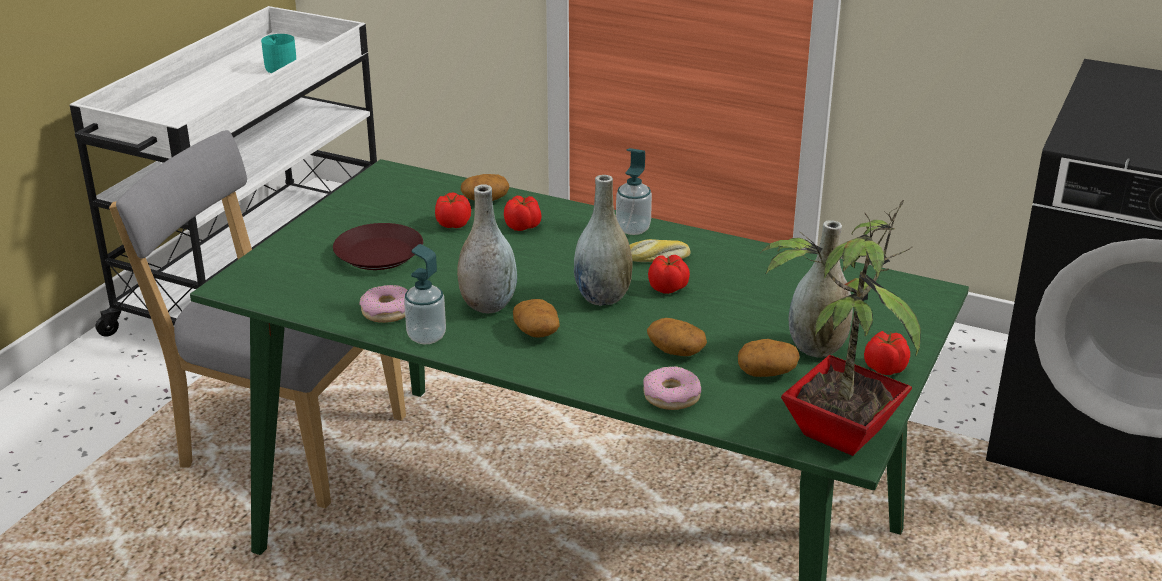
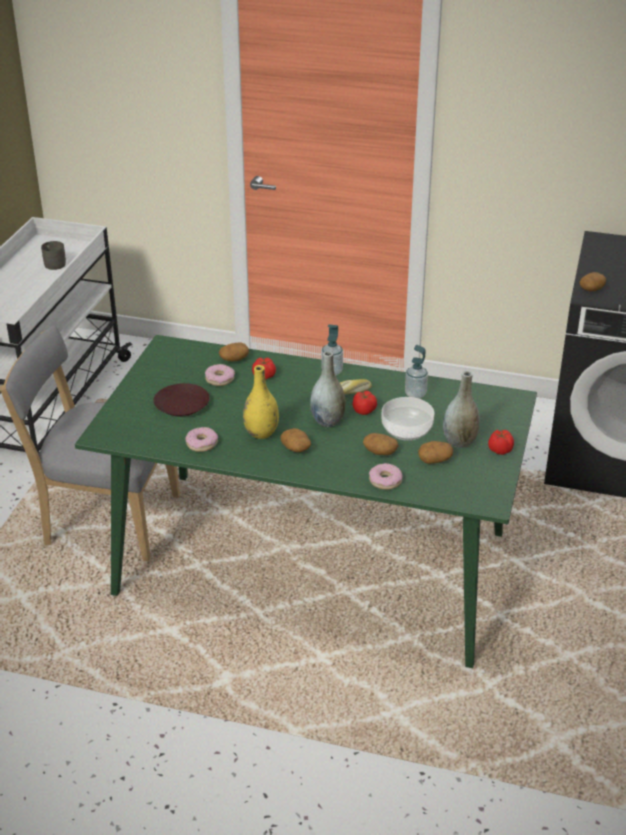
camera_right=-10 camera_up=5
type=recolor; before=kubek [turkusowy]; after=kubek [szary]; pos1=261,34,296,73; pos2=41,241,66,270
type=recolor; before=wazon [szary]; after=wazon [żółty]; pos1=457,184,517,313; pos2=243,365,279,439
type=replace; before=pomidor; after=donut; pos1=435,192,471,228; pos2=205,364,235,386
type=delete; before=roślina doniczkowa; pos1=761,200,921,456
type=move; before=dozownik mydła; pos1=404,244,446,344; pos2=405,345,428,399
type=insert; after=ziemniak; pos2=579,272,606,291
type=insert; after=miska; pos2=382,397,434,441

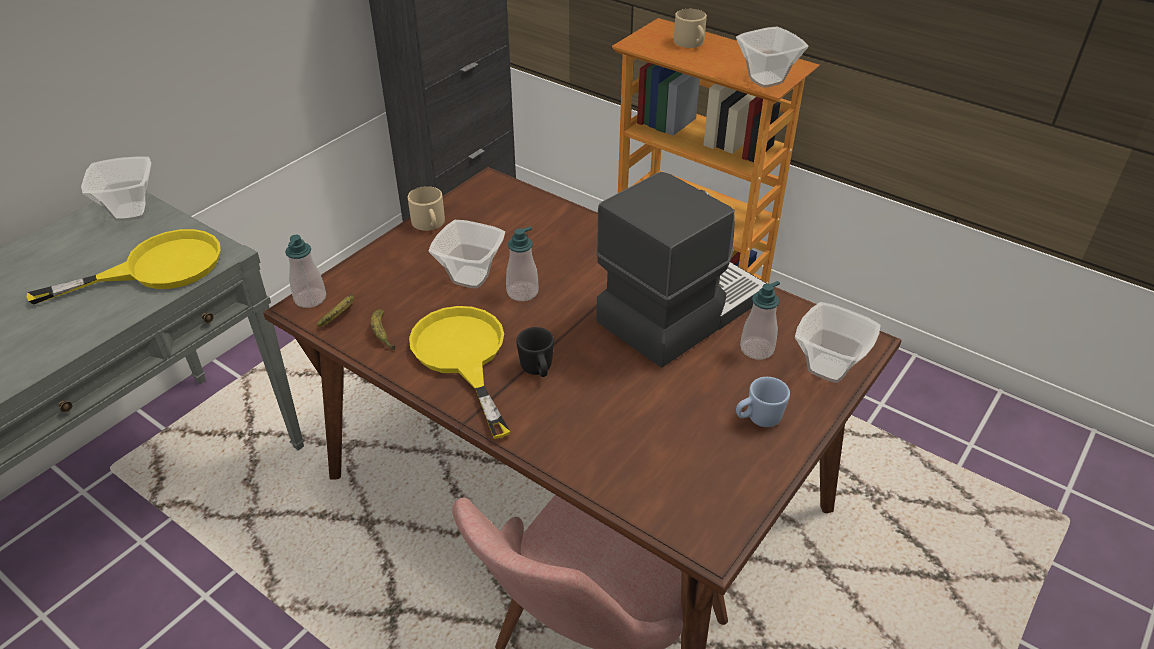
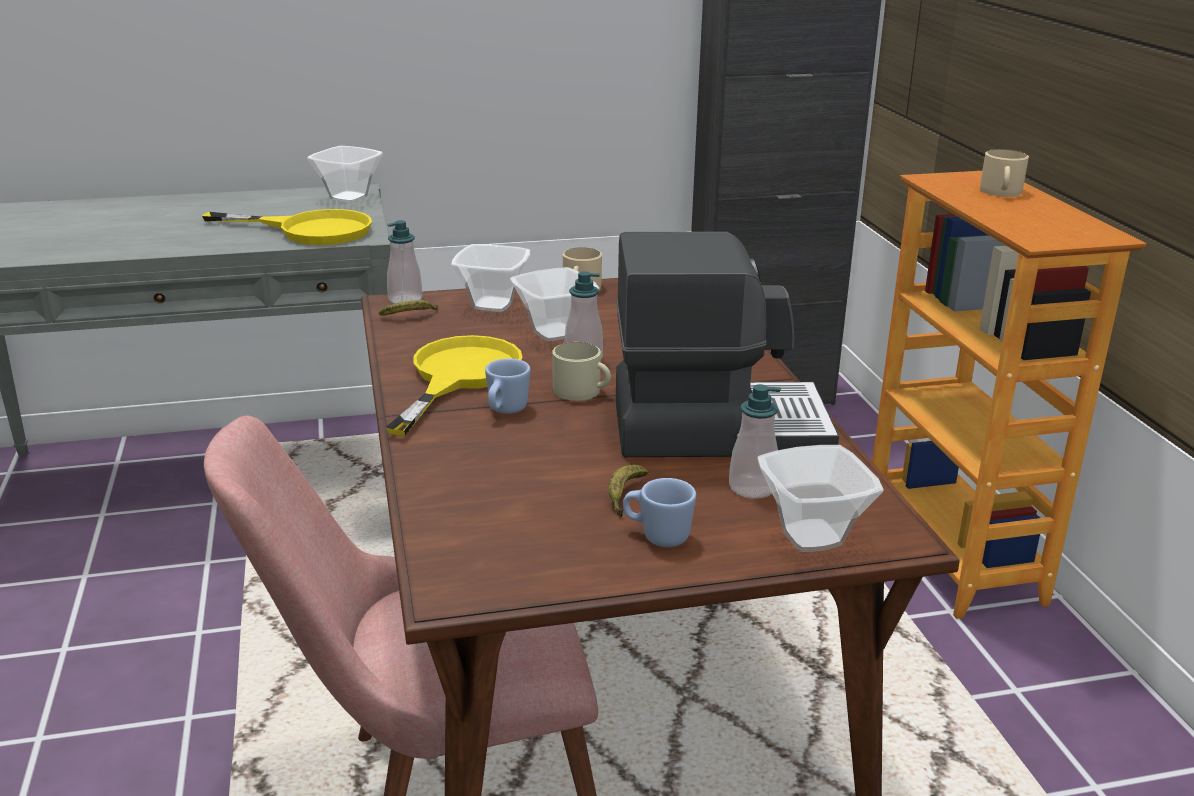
camera_right=40 camera_up=-15
type=move; before=miska; pos1=736,27,808,88; pos2=451,244,530,312
type=move; before=banan; pos1=371,309,395,350; pos2=609,465,648,518
type=recolor; before=kubek [czarny]; after=kubek [niebieski]; pos1=516,327,554,377; pos2=485,359,530,414
type=insert; after=kubek [beżowy]; pos2=552,342,611,401

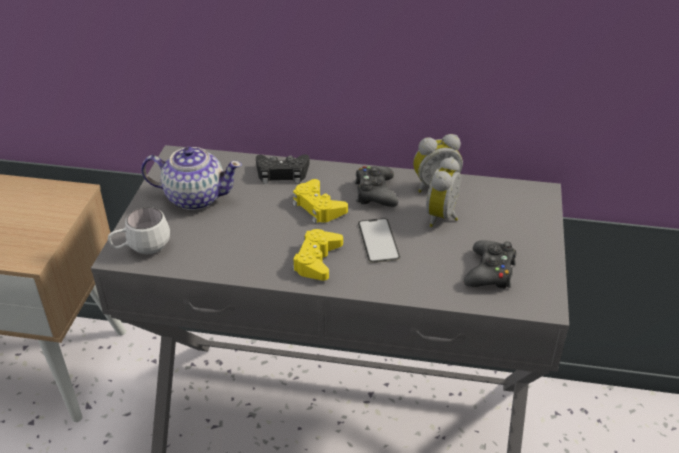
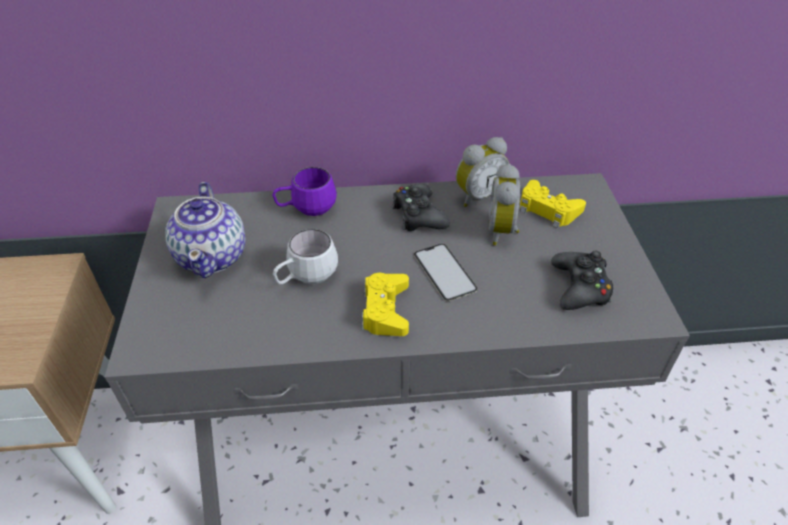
camera_right=-15 camera_up=5
type=rotate; before=imbryk; pos1=141,147,242,210; pos2=166,182,246,278; turn=90
type=replace; before=pad do gier [czarny]; after=kubek [fioletowy]; pos1=256,155,310,184; pos2=272,167,337,216
type=move; before=pad do gier [żółty]; pos1=293,179,348,224; pos2=520,180,586,228
type=move; before=kubek [biały]; pos1=108,207,170,254; pos2=273,229,338,284

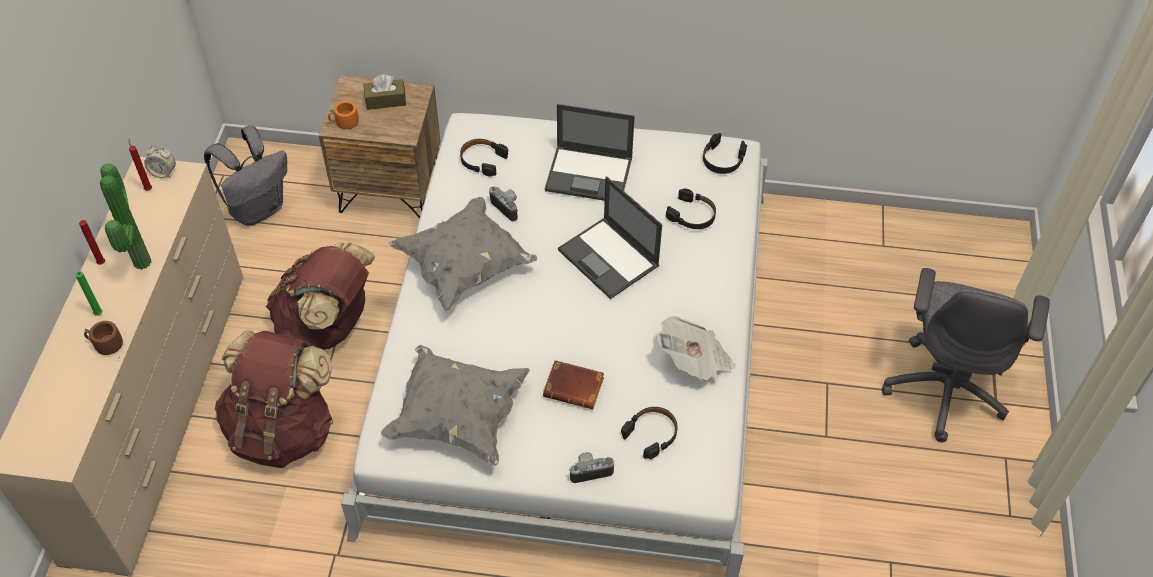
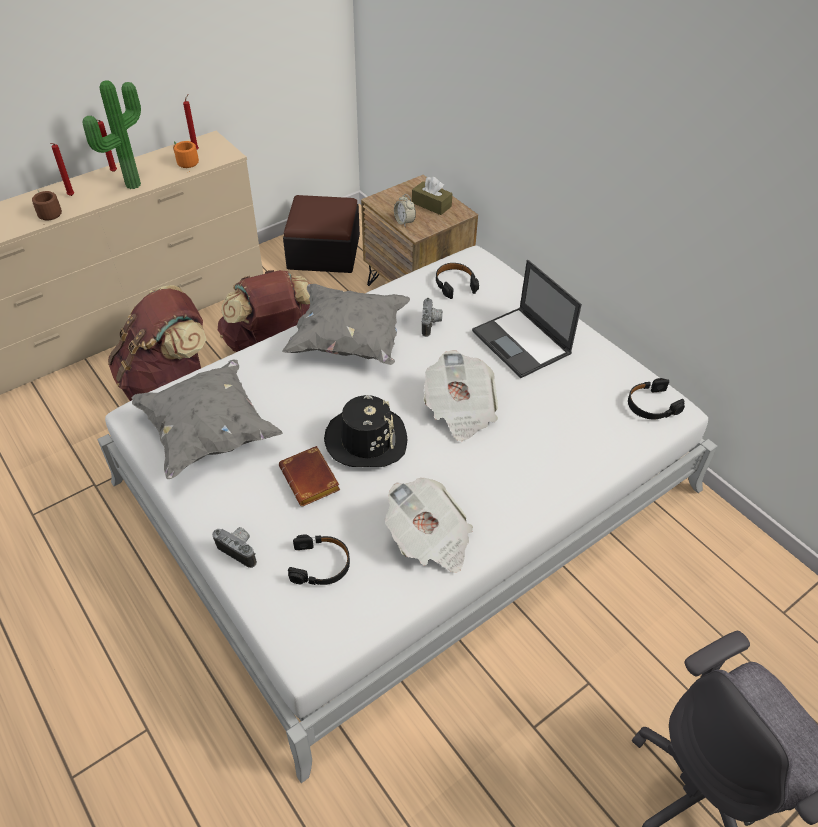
camera_right=45 camera_up=-5
type=move; before=kubek [pomarańczowy]; pos1=328,101,359,129; pos2=173,141,199,168
type=replace; before=plecak [szary]; after=pufa; pos1=204,126,287,226; pos2=283,195,360,273
type=move; before=budzik; pos1=144,145,176,178; pos2=394,194,416,226
type=replace; before=laptop; after=gazeta; pos1=558,176,662,299; pos2=423,350,498,441
type=delete; before=słuchawki [czarny]; pos1=666,188,716,229
type=recolor; before=świeca [zielony]; after=świeca [czerwony]; pos1=75,272,103,316; pos2=50,143,75,196
type=insert; after=kapelusz [czarny]; pos2=324,395,407,467

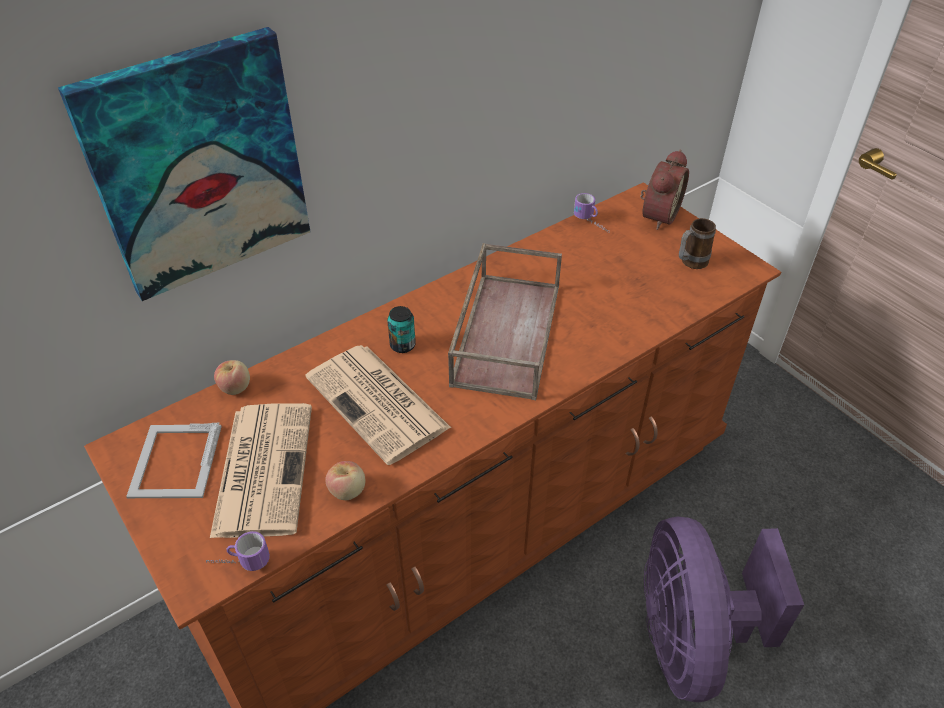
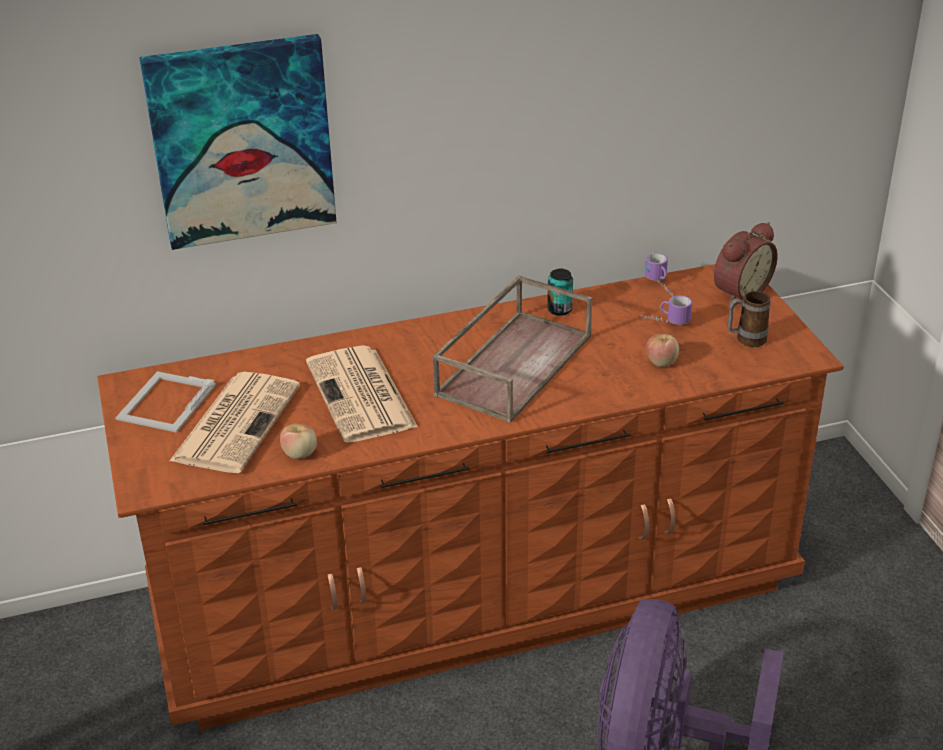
camera_right=20 camera_up=-10
type=move; before=puszka; pos1=387,306,416,353; pos2=547,269,573,316
type=move; before=jabłko; pos1=214,360,250,395; pos2=646,334,679,367
type=move; before=kubek; pos1=206,531,270,571; pos2=642,295,692,325

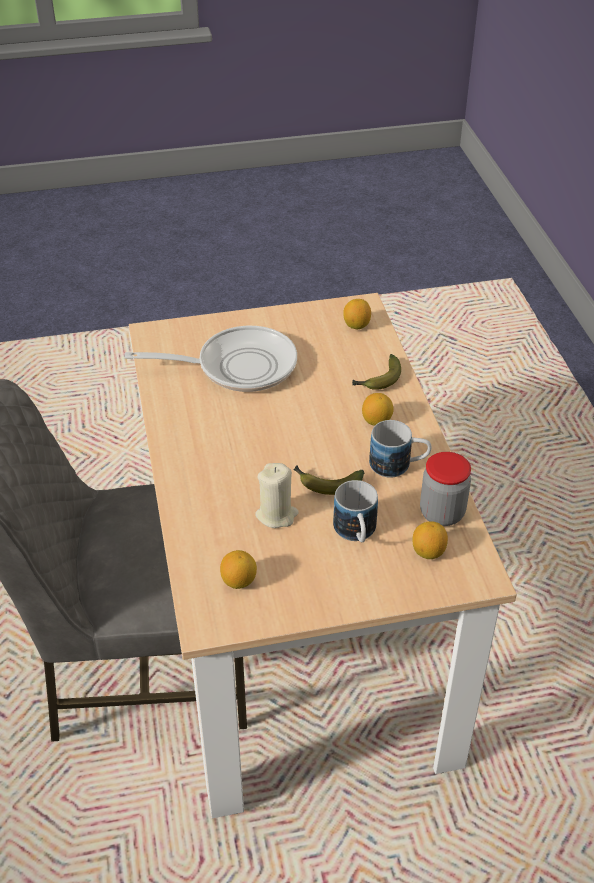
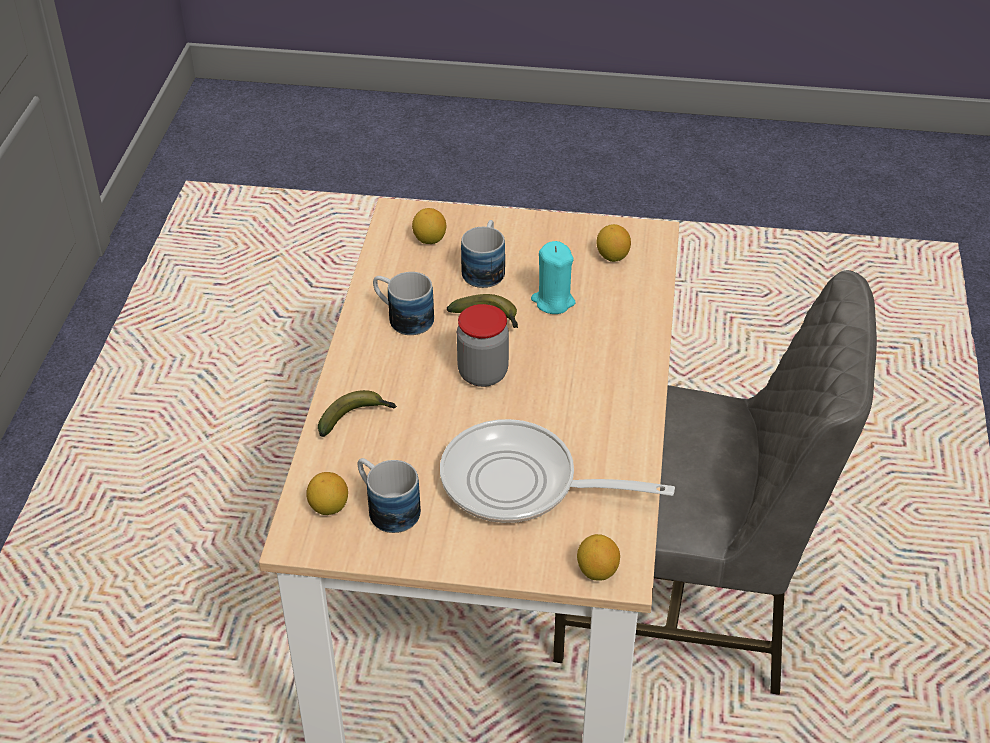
camera_right=-160 camera_up=0
type=move; before=cytryna; pos1=362,393,394,426; pos2=577,534,620,581
type=move; before=słoik; pos1=420,452,471,526; pos2=457,304,509,387
type=recolor; before=świeca [beżowy]; after=świeca [turkusowy]; pos1=255,463,299,528; pos2=531,241,576,314
type=insert; after=kubek; pos2=358,458,421,533

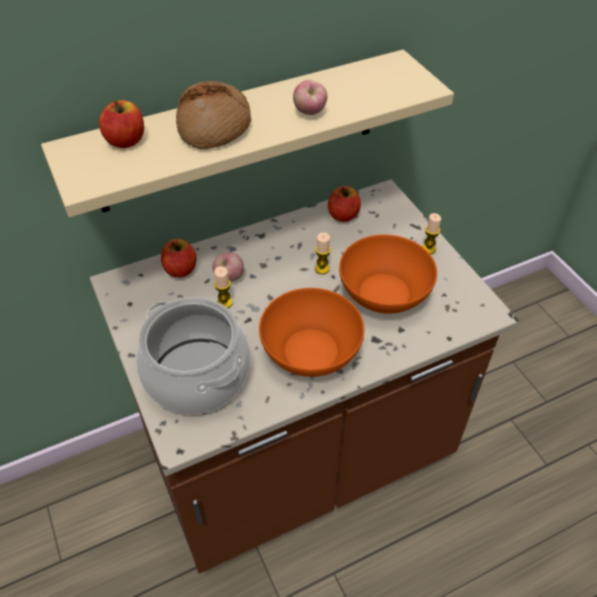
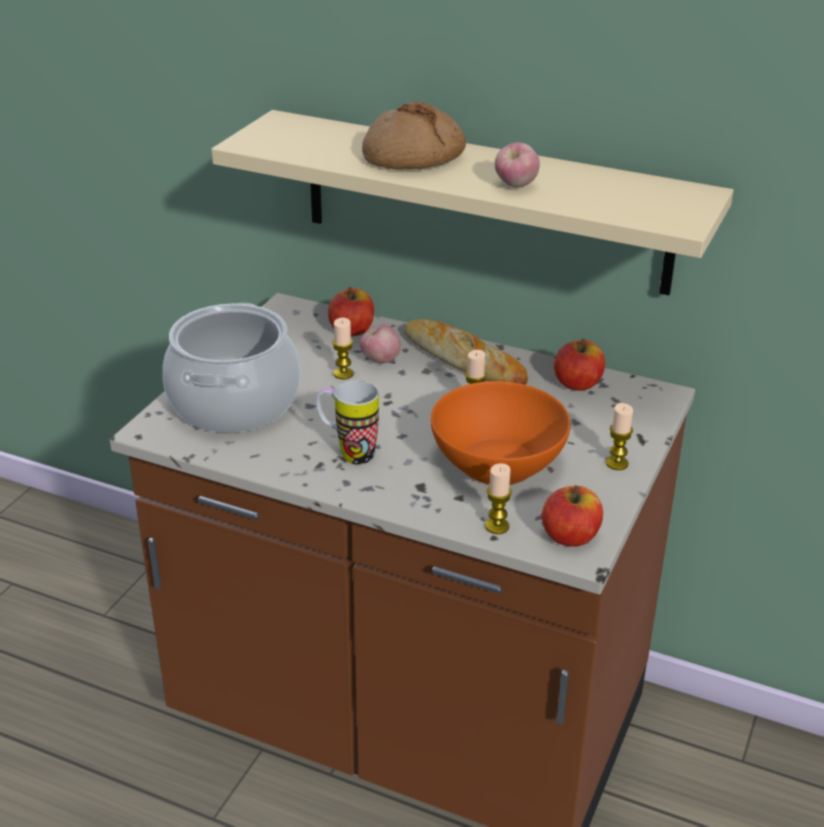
camera_right=50 camera_up=-15
type=move; before=jabłko; pos1=99,100,144,148; pos2=542,485,603,547
type=replace; before=miska [pomarańczowy]; after=kubek; pos1=259,288,364,377; pos2=316,381,379,464
type=insert; after=chleb; pos2=405,319,528,385
type=insert; after=świeca; pos2=485,463,512,534

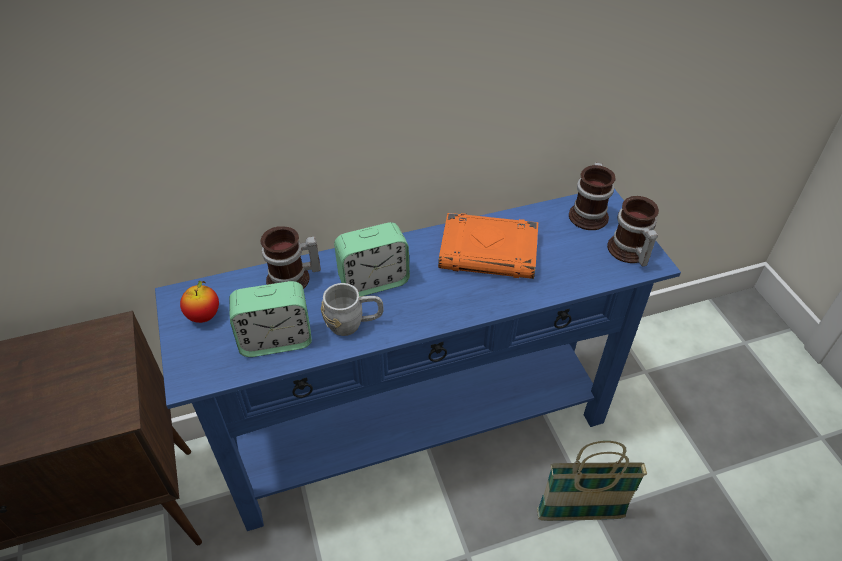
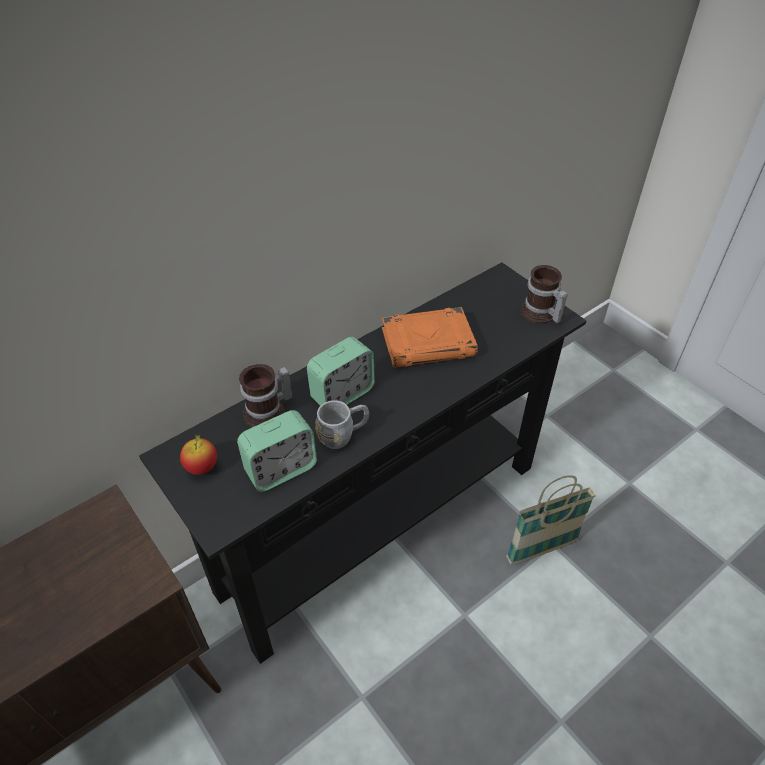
camera_right=-20 camera_up=0
type=delete; before=kubek; pos1=569,162,616,230
type=recolor; before=stolik konsolowy [niebieski]; after=stolik konsolowy [czarny]; pos1=155,189,681,531; pos2=139,262,586,664

